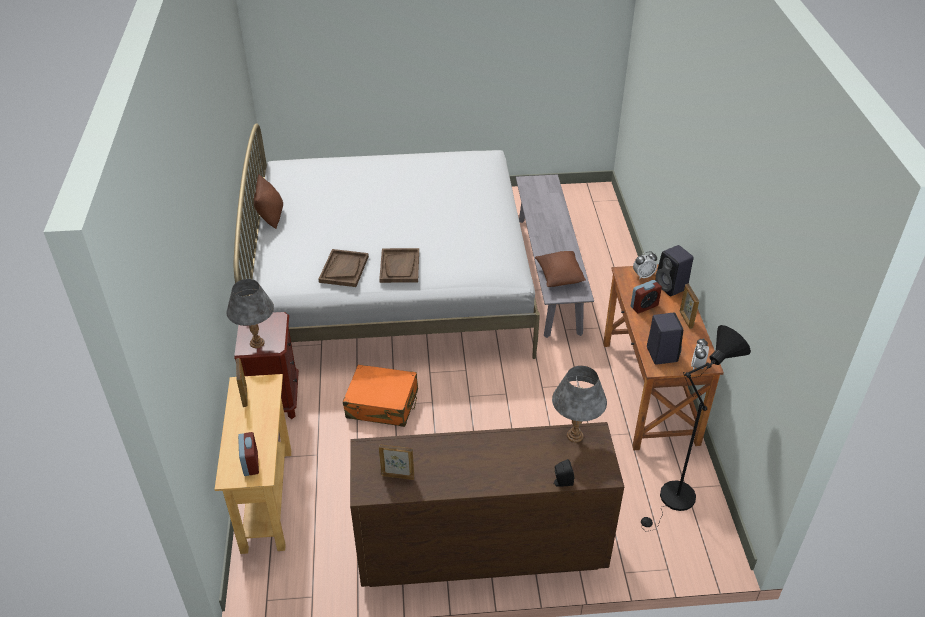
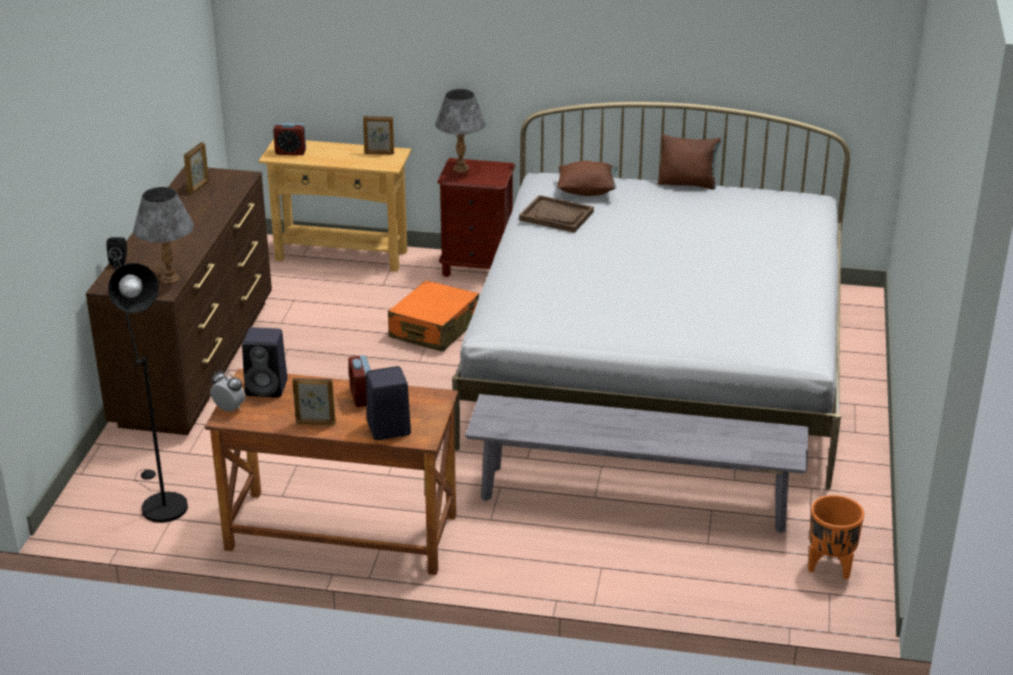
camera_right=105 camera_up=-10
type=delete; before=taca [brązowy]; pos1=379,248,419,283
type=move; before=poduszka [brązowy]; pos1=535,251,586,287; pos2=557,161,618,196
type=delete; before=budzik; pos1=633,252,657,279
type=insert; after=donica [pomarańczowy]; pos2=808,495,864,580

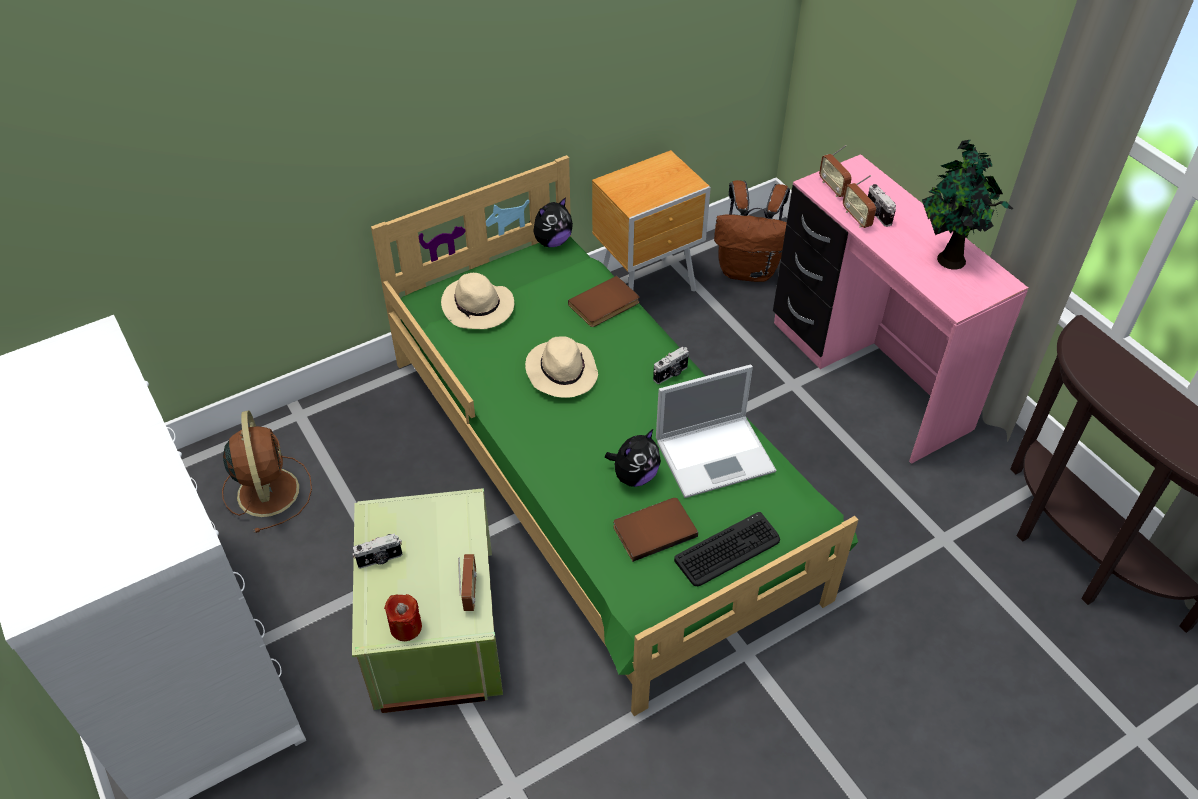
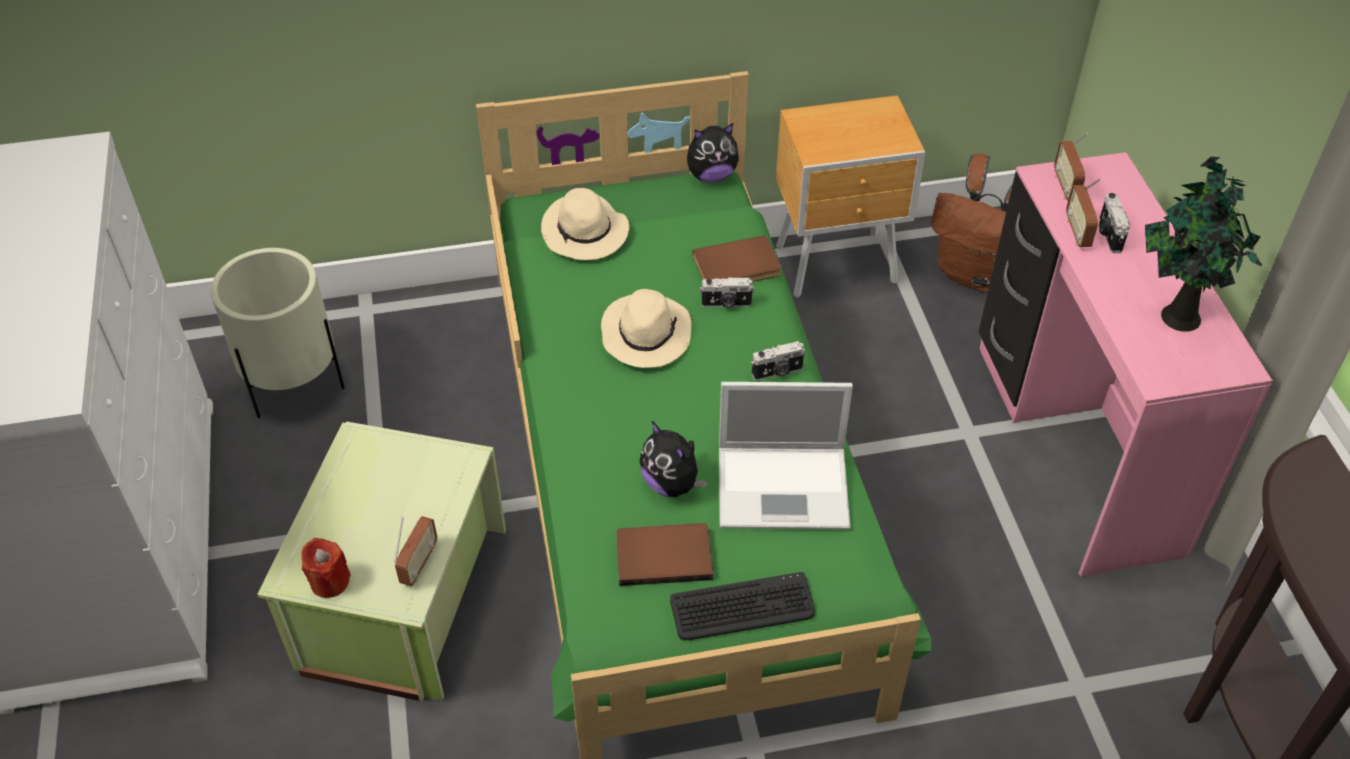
camera_right=20 camera_up=0
type=replace; before=wentylator [brązowy]; after=donica [beżowy]; pos1=222,410,312,533; pos2=211,248,345,418
type=rotate; before=pluszak; pos1=605,429,661,487; pos2=639,421,707,497; turn=75
type=move; before=aparat fotograficzny; pos1=352,533,402,568; pos2=700,277,755,308

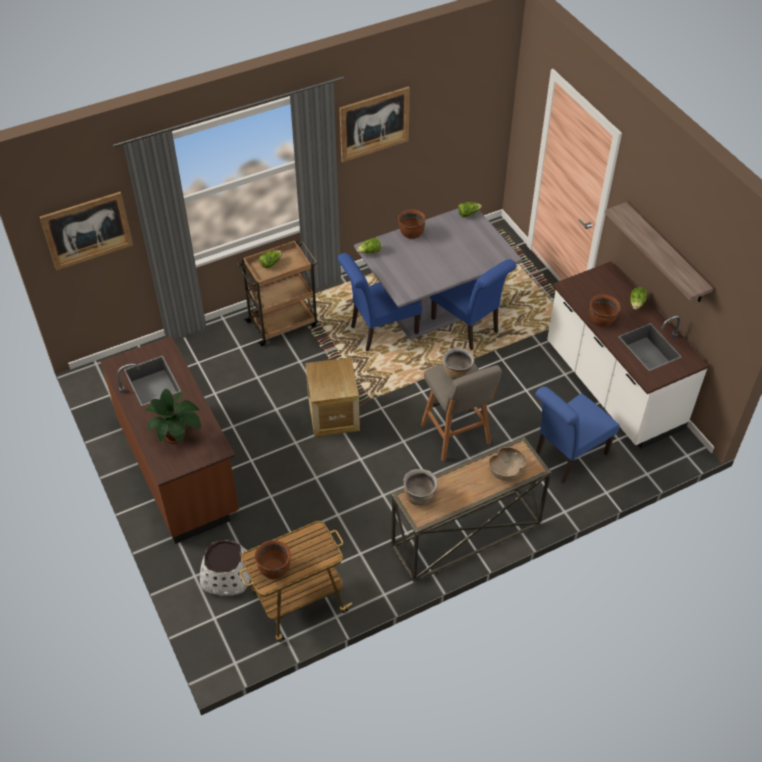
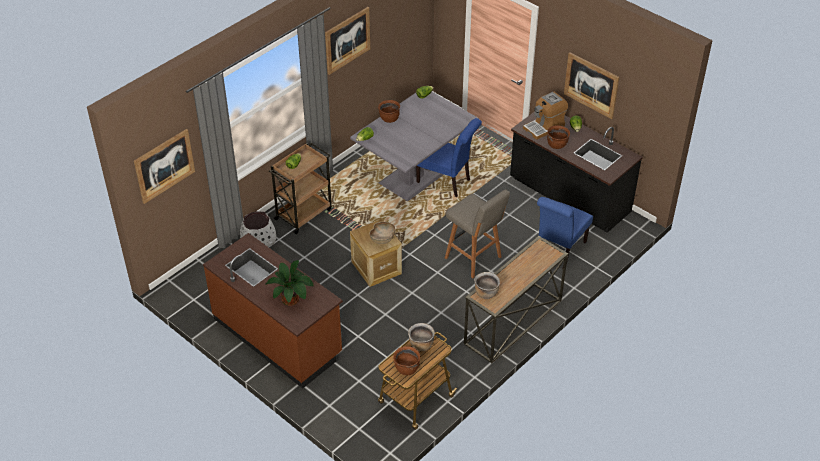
camera_right=-20 camera_up=-5
type=replace; before=półka; after=obraz; pos1=605,202,713,302; pos2=564,52,619,119
type=delete; before=krzesło [niebieski]; pos1=337,253,422,351
type=recolor; before=zabudowa kuchenna [biały]; after=zabudowa kuchenna [czarny]; pos1=547,261,709,449; pos2=510,111,643,233
type=move; before=garnek [brązowy]; pos1=443,348,474,380; pos2=408,323,435,351
type=move; before=miska [brązowy]; pos1=488,447,527,481; pos2=369,221,396,244
type=move; before=donica [biały]; pos1=200,540,251,596; pos2=240,211,276,247
type=insert; after=ekspres do kawy; pos2=523,92,568,140

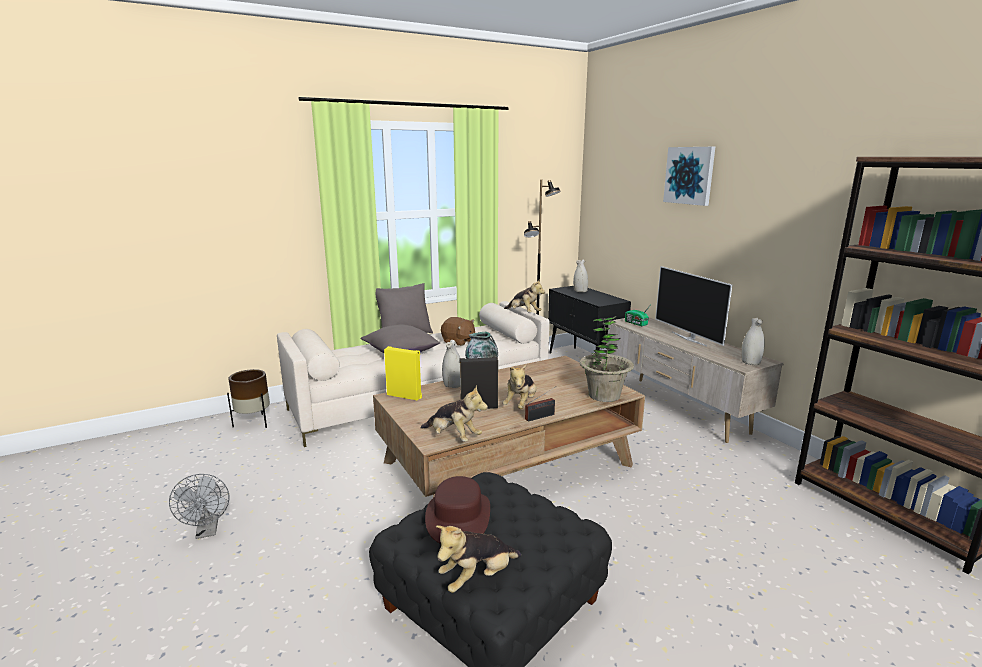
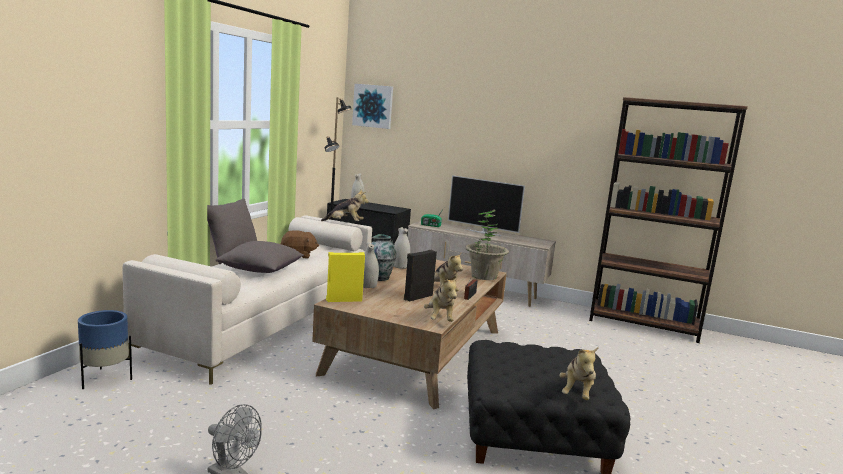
camera_right=-40 camera_up=-5
type=move; before=obraz; pos1=663,147,715,206; pos2=352,84,393,129
type=move; before=wazon [biały]; pos1=741,318,765,365; pos2=394,227,410,269
type=recolor; before=donica [brązowy]; after=donica [niebieski]; pos1=227,369,270,428; pos2=78,310,132,389
type=rotate; before=pluszak; pos1=420,385,488,442; pos2=424,276,458,322; turn=90
type=delete; before=kapelusz [brązowy]; pos1=425,476,490,544

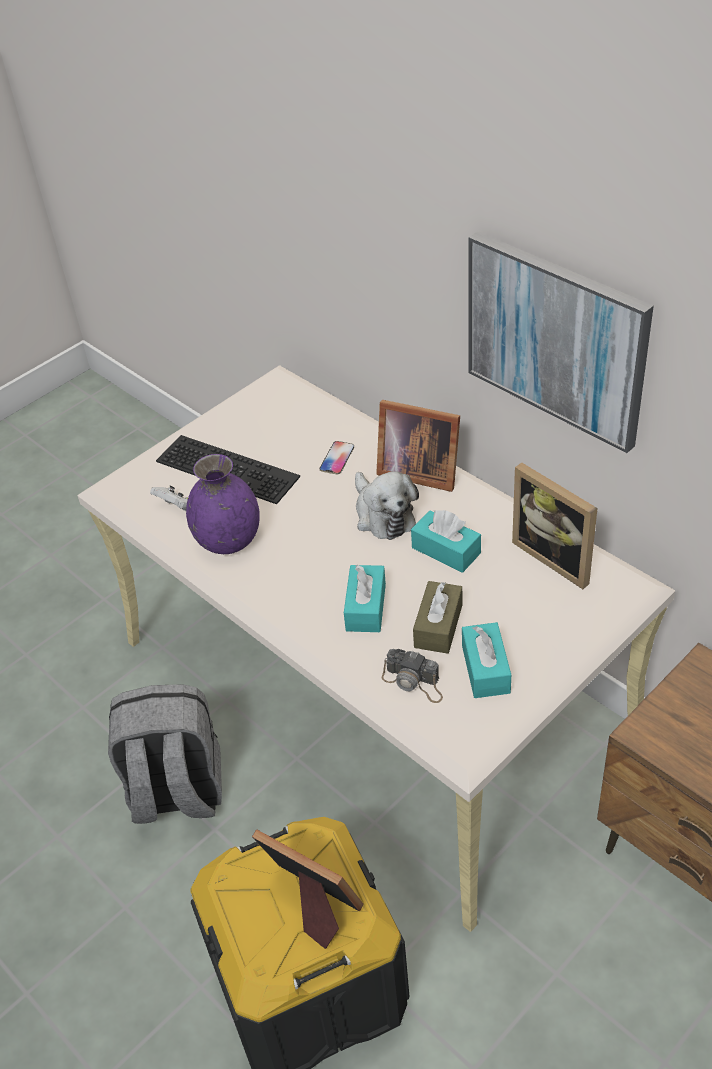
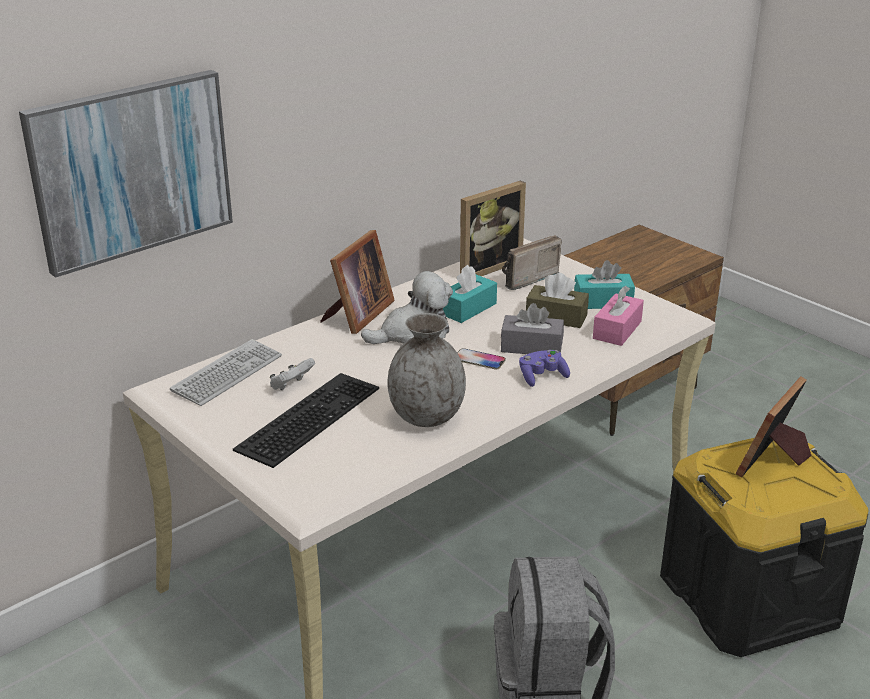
camera_right=-90 camera_up=-15
type=move; before=obraz; pos1=468,231,654,453; pos2=19,70,233,278
type=move; before=telefon; pos1=320,441,354,474; pos2=457,348,506,370
type=recolor; before=wazon [fioletowy]; after=wazon [szary]; pos1=186,454,260,554; pos2=387,313,466,427
type=move; before=pad do gier [biały]; pos1=150,486,188,511; pos2=270,358,315,390
type=recolor; before=pudełko chusteczek [turkusowy]; after=pudełko chusteczek [szary]; pos1=344,565,386,632; pos2=501,303,564,354
type=replace; before=aparat fotograficzny; after=pudełko chusteczek [różowy]; pos1=382,649,443,703; pos2=593,286,644,346
type=insert; after=radio; pos2=502,235,562,290
type=insert; after=klawiatura; pos2=170,339,282,406
type=insert; after=pad do gier [fioletowy]; pos2=519,350,570,387

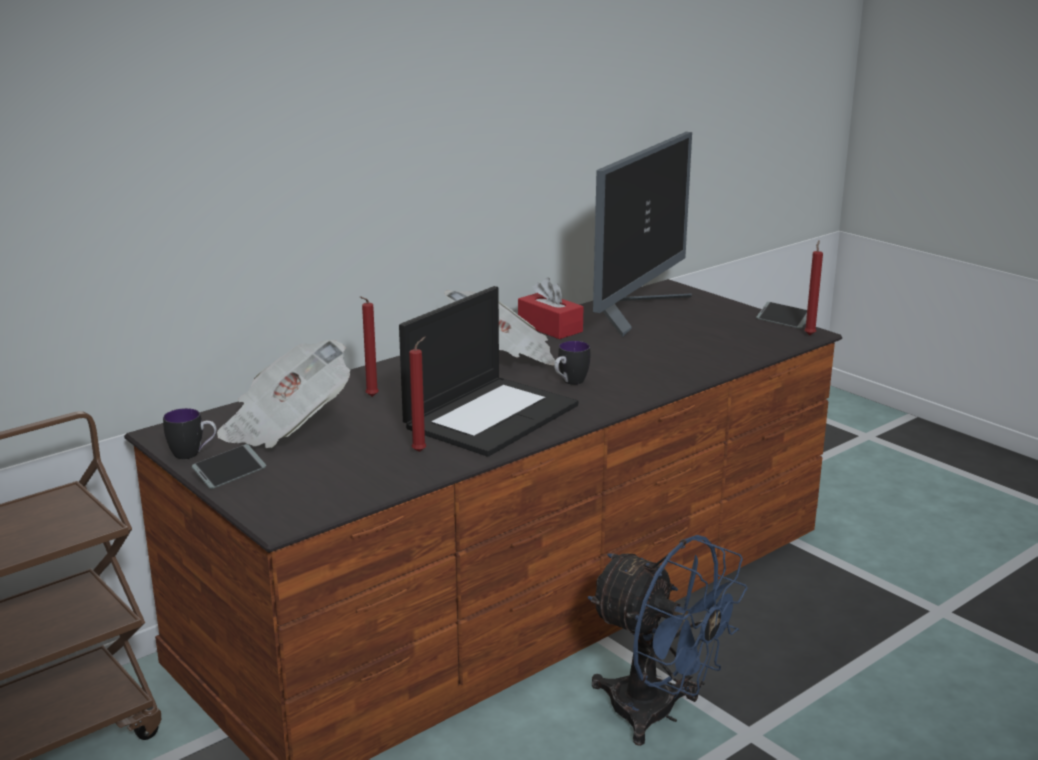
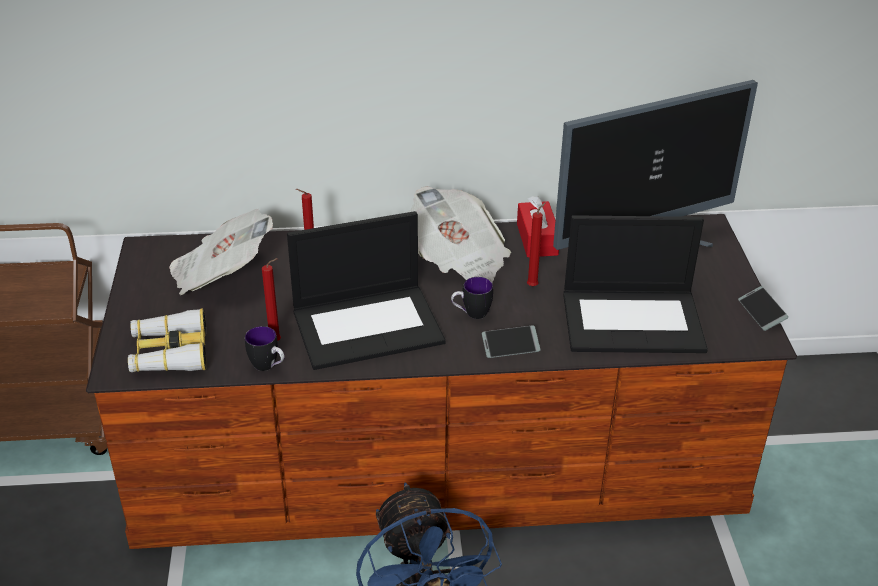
camera_right=35 camera_up=15
type=move; before=świeca [czerwony]; pos1=804,240,823,335; pos2=527,202,546,287
type=move; before=kubek; pos1=163,408,217,459; pos2=245,326,285,371
type=move; before=telefon; pos1=192,444,266,489; pos2=482,325,541,358
type=insert; after=laptop; pos2=563,215,708,353
type=insert; after=lornetka; pos2=128,308,207,372

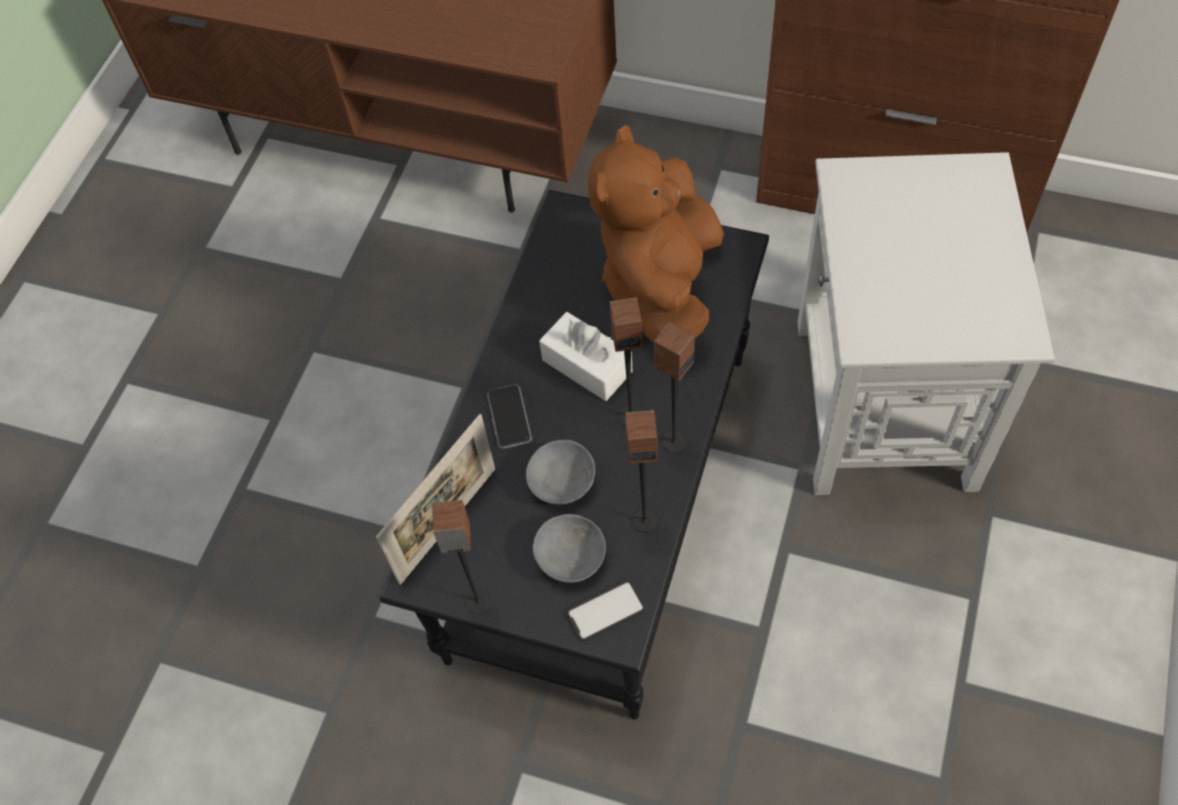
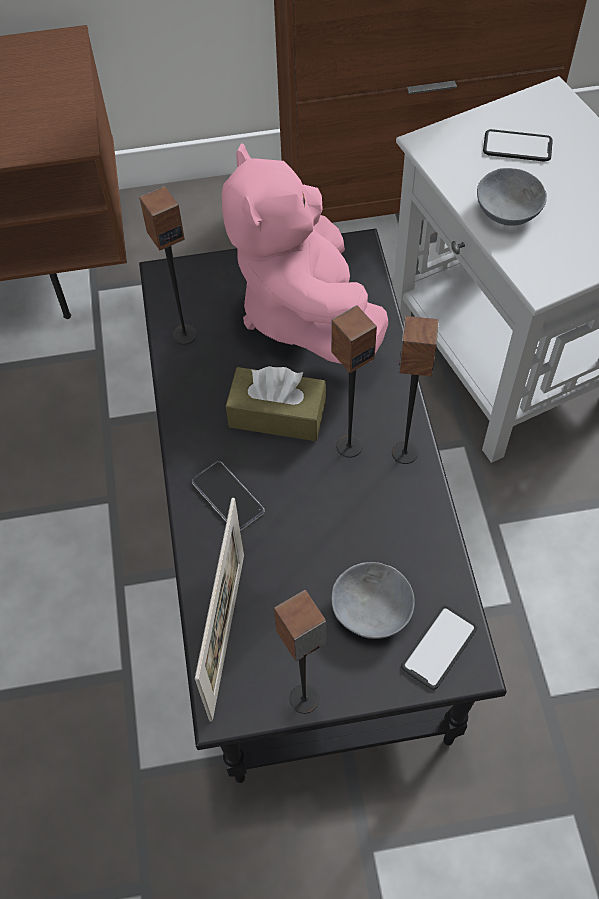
camera_right=-30 camera_up=0
type=recolor; before=pluszak [brązowy]; after=pluszak [różowy]; pos1=587,125,724,343; pos2=222,143,388,364
type=recolor; before=pudełko chusteczek [biały]; after=pudełko chusteczek [brązowy]; pos1=539,312,633,401; pos2=226,366,326,441
type=move; before=głośnik; pos1=625,410,658,532; pos2=139,186,197,345
type=move; before=miska [szary]; pos1=526,440,595,505; pos2=477,168,547,226
type=insert; after=telefon; pos2=483,129,553,161

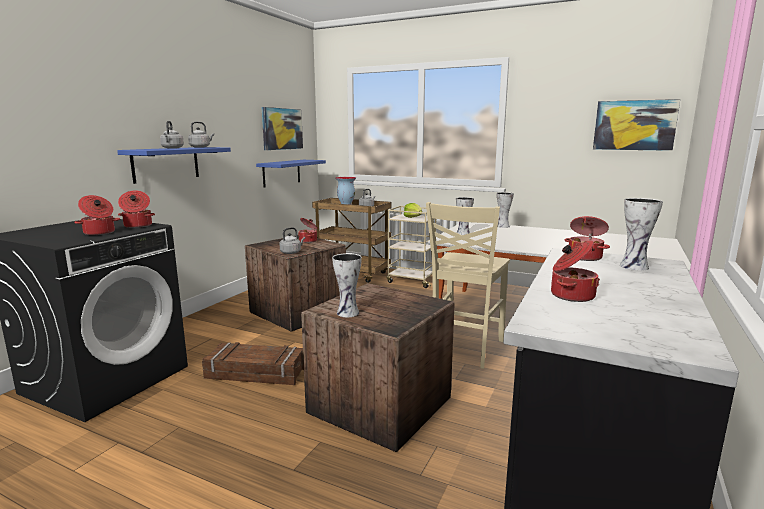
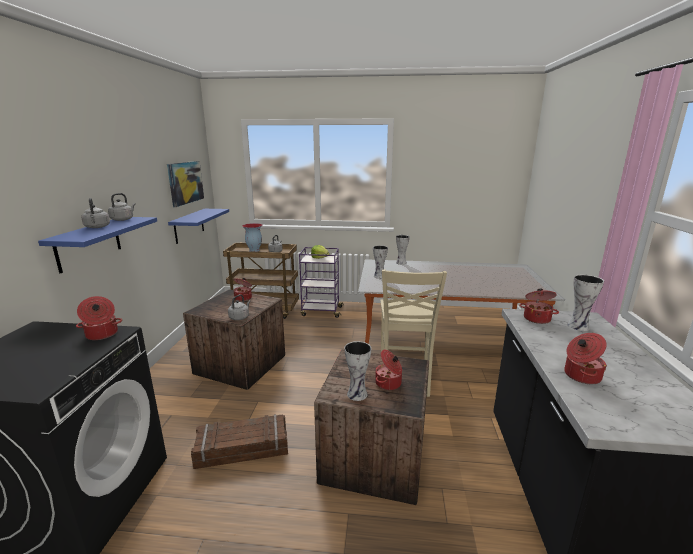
camera_right=-20 camera_up=5
type=delete; before=obraz; pos1=593,99,680,151
type=move; before=garnek; pos1=74,195,120,235; pos2=375,349,402,390
type=recolor; before=wózek [beżowy]; after=wózek [fioletowy]; pos1=386,206,436,288; pos2=299,247,344,318

